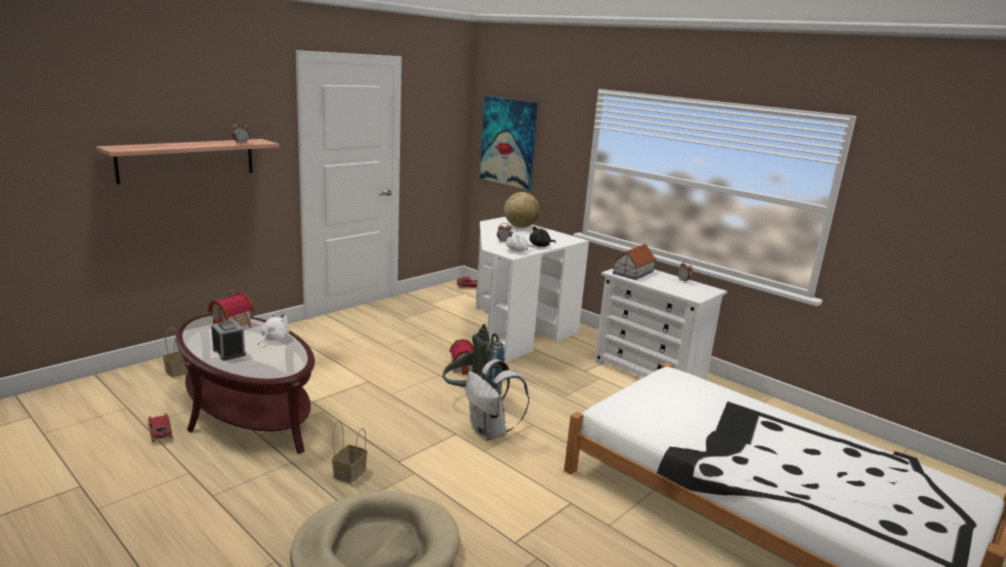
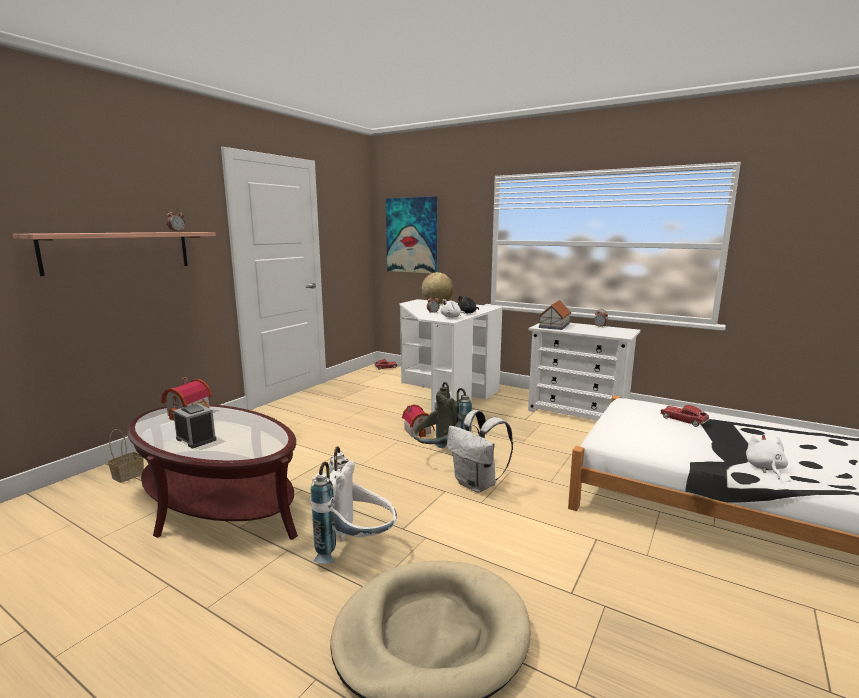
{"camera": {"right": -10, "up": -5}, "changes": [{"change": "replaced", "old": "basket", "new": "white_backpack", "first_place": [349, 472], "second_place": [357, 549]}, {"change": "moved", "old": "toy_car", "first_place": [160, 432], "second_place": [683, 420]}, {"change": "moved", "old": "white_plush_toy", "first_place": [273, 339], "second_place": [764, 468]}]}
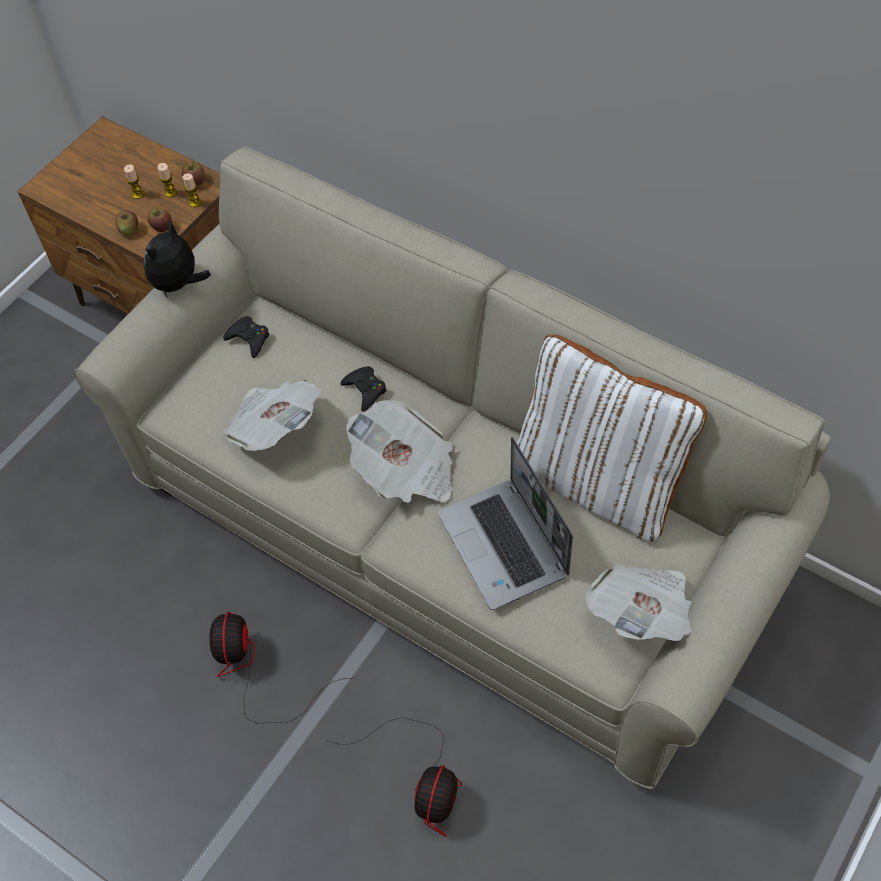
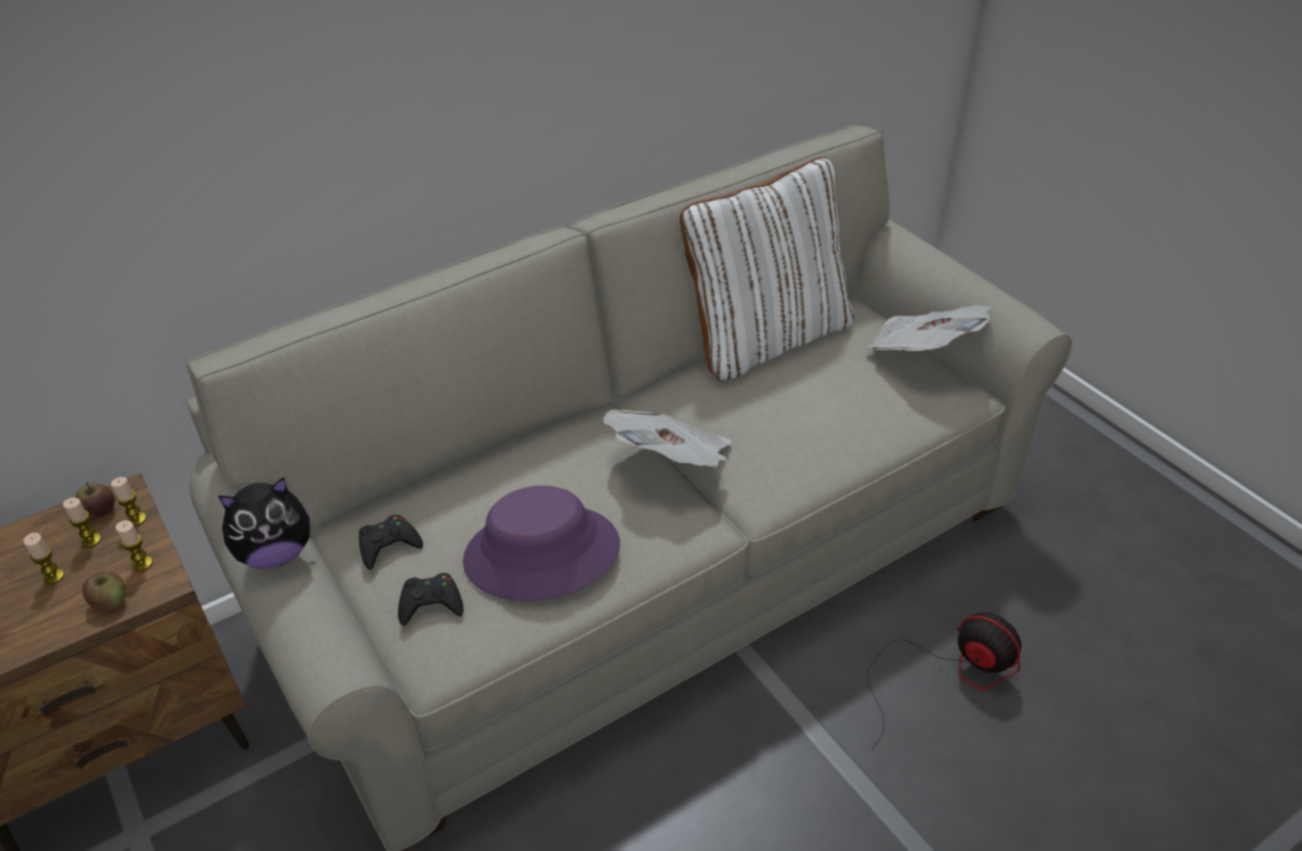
{"camera": {"right": -70, "up": -15}, "changes": [{"change": "replaced", "old": "apple", "new": "candle", "first_place": [162, 227], "second_place": [142, 564]}, {"change": "turned", "old": "plush_toy", "first_place": [179, 284], "second_place": [276, 553], "degrees": -75}, {"change": "moved", "old": "black_game_controller", "first_place": [365, 390], "second_place": [431, 603]}, {"change": "replaced", "old": "newspaper", "new": "purple_hat", "first_place": [274, 427], "second_place": [542, 554]}, {"change": "removed", "old": "fan", "first_place": [254, 670]}, {"change": "removed", "old": "laptop", "first_place": [505, 546]}]}
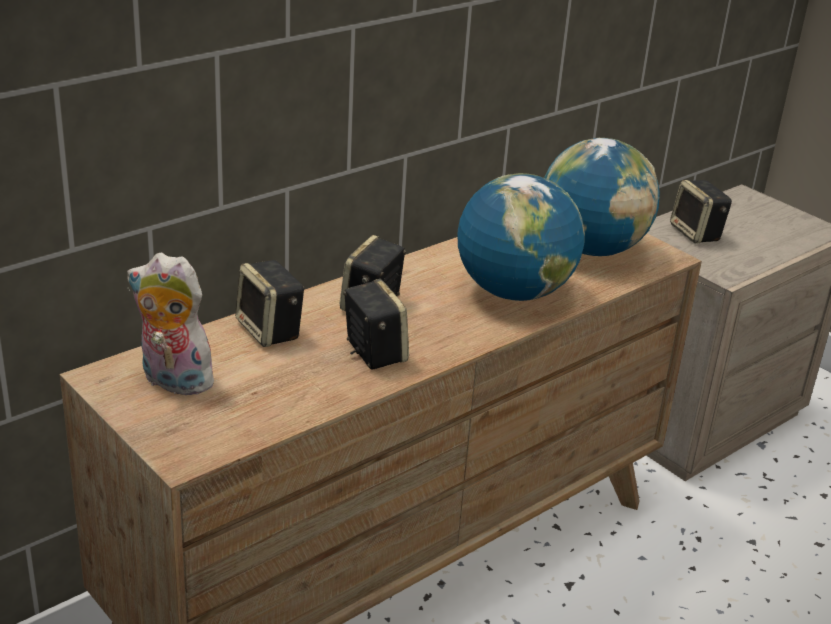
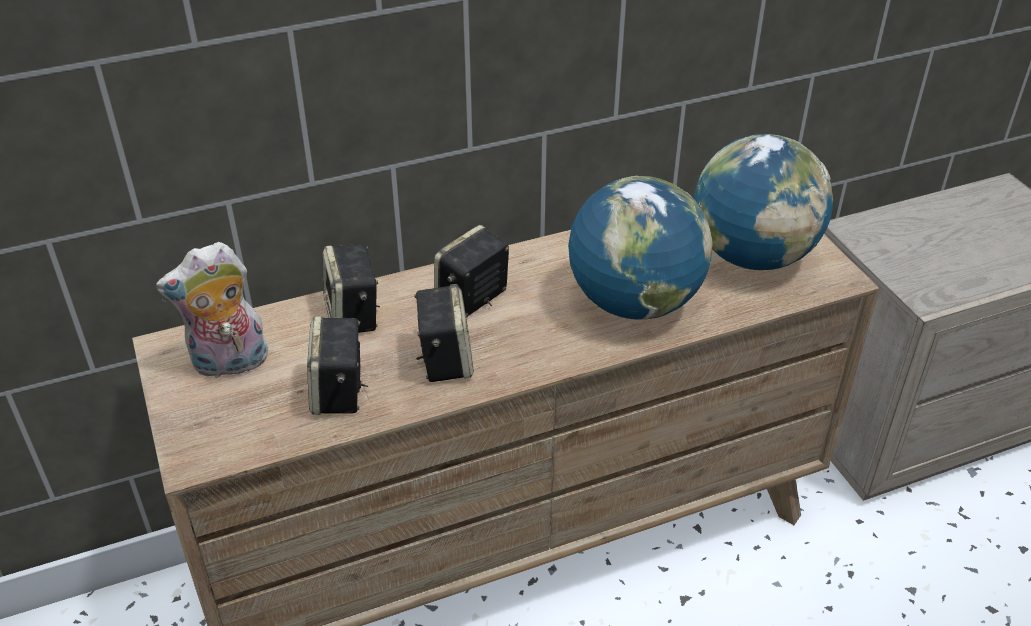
{"camera": {"right": 20, "up": 10}, "changes": [{"change": "turned", "old": "plush_toy", "first_place": [172, 382], "second_place": [229, 364], "degrees": -60}, {"change": "moved", "old": "speaker", "first_place": [697, 233], "second_place": [339, 393]}]}
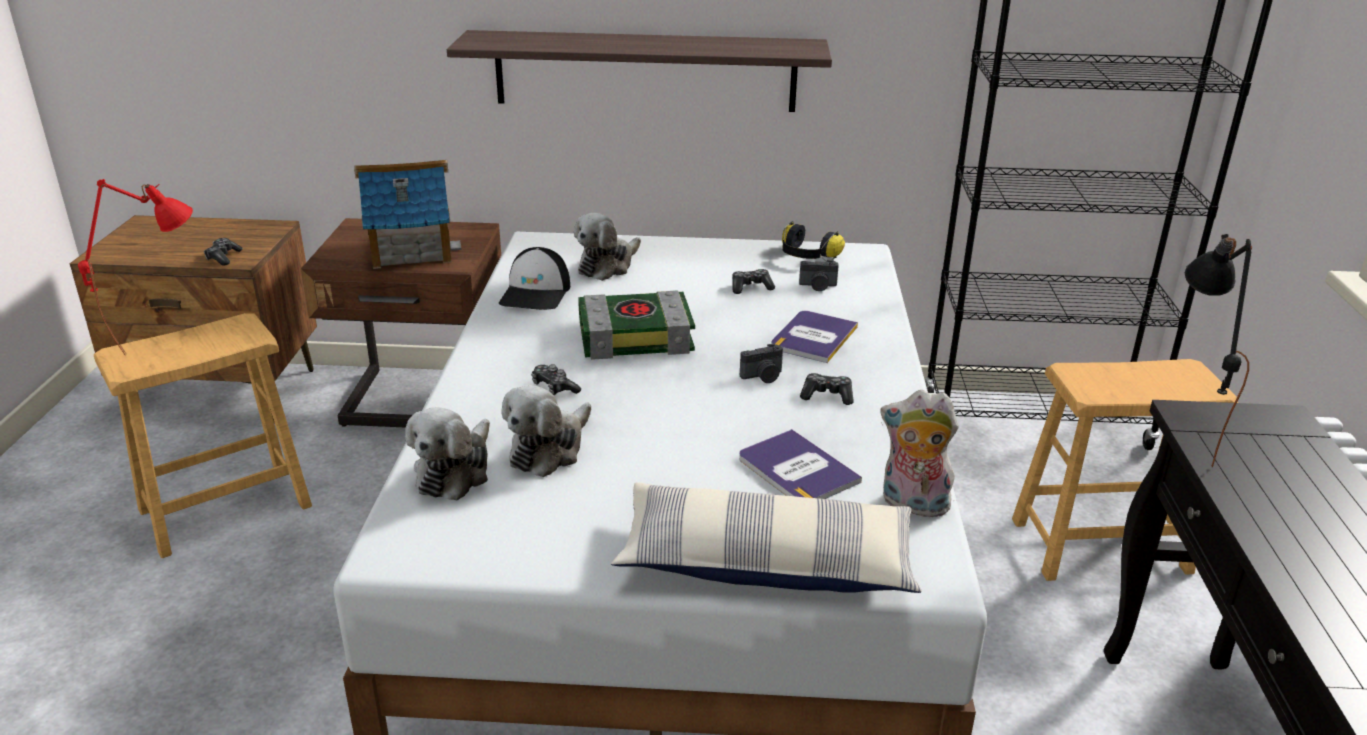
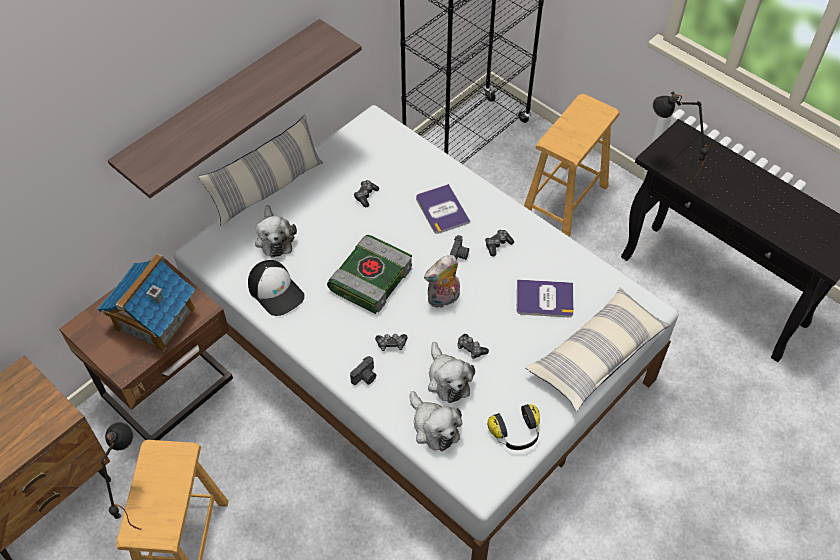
{"camera": {"right": -50, "up": 25}, "changes": [{"change": "recoloured", "old": "red_table_lamp", "new": "black_table_lamp", "first_place": [161, 338], "second_place": [135, 502]}, {"change": "added", "new": "pillow", "second_place": [267, 189]}, {"change": "moved", "old": "photo_camera", "first_place": [818, 286], "second_place": [365, 377]}, {"change": "moved", "old": "plush_toy", "first_place": [912, 505], "second_place": [443, 300]}, {"change": "moved", "old": "game_controller", "first_place": [223, 257], "second_place": [471, 349]}, {"change": "moved", "old": "headphones", "first_place": [806, 256], "second_place": [516, 434]}]}
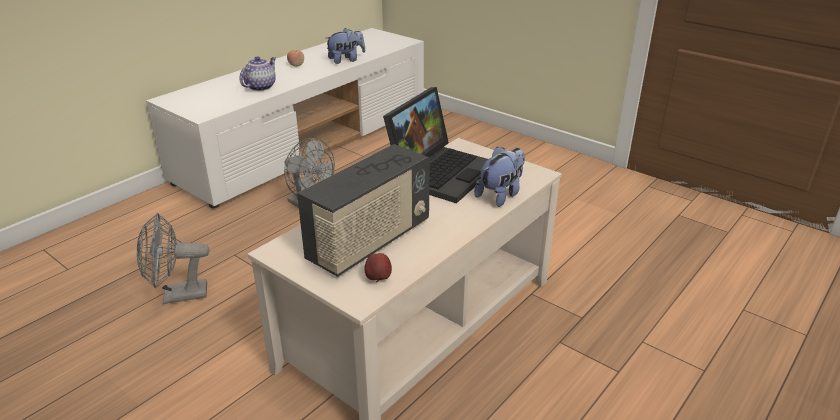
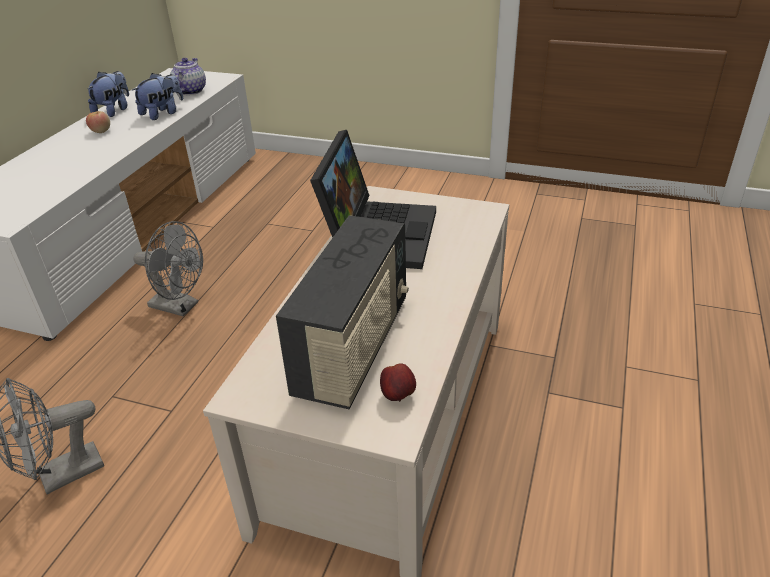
{"camera": {"right": -20, "up": 5}, "changes": [{"change": "moved", "old": "plush_toy", "first_place": [500, 195], "second_place": [114, 110]}, {"change": "moved", "old": "teapot", "first_place": [260, 86], "second_place": [190, 91]}]}
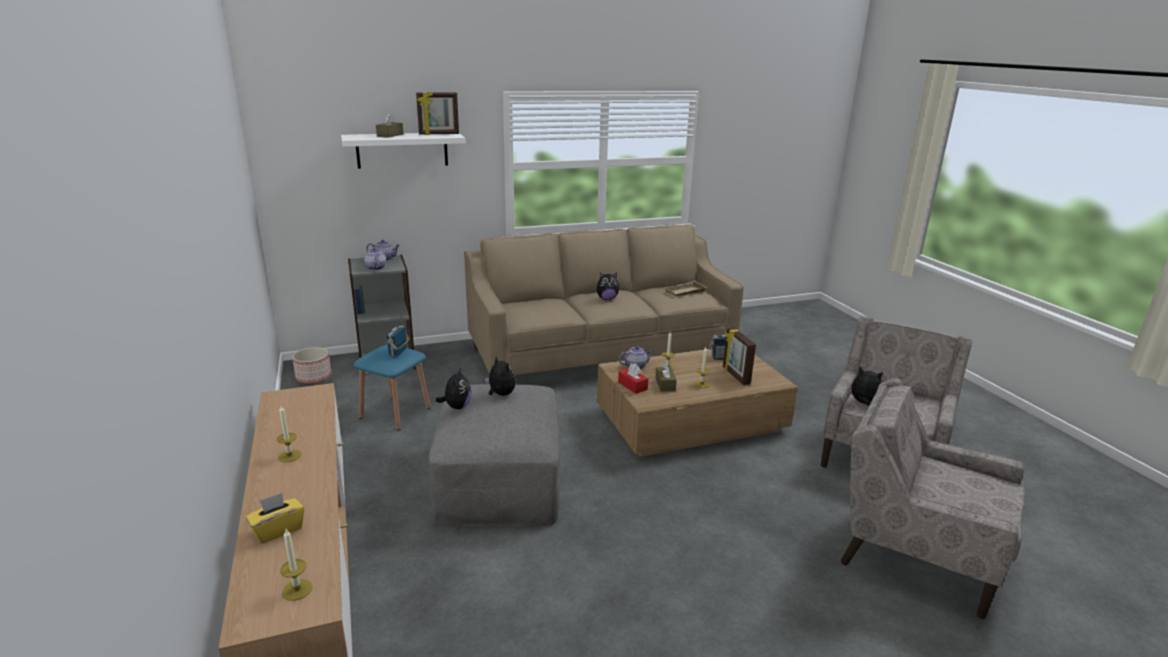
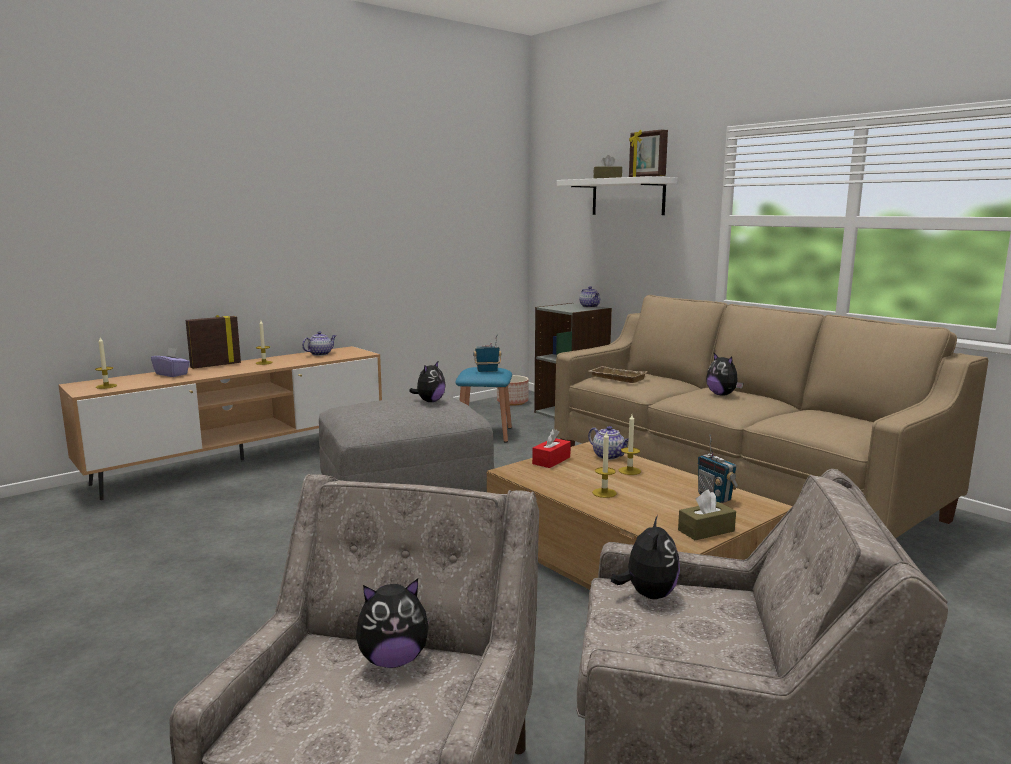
{"camera": {"right": 70, "up": -10}, "changes": [{"change": "recoloured", "old": "yellow_tissue_box", "new": "purple_tissue_box", "first_place": [278, 530], "second_place": [172, 374]}, {"change": "moved", "old": "picture_frame", "first_place": [735, 375], "second_place": [215, 365]}, {"change": "moved", "old": "teapot", "first_place": [375, 268], "second_place": [320, 354]}, {"change": "moved", "old": "plush_toy", "first_place": [456, 407], "second_place": [393, 660]}, {"change": "moved", "old": "beige_tray", "first_place": [685, 292], "second_place": [616, 378]}, {"change": "moved", "old": "brown_tissue_box", "first_place": [665, 384], "second_place": [706, 530]}]}
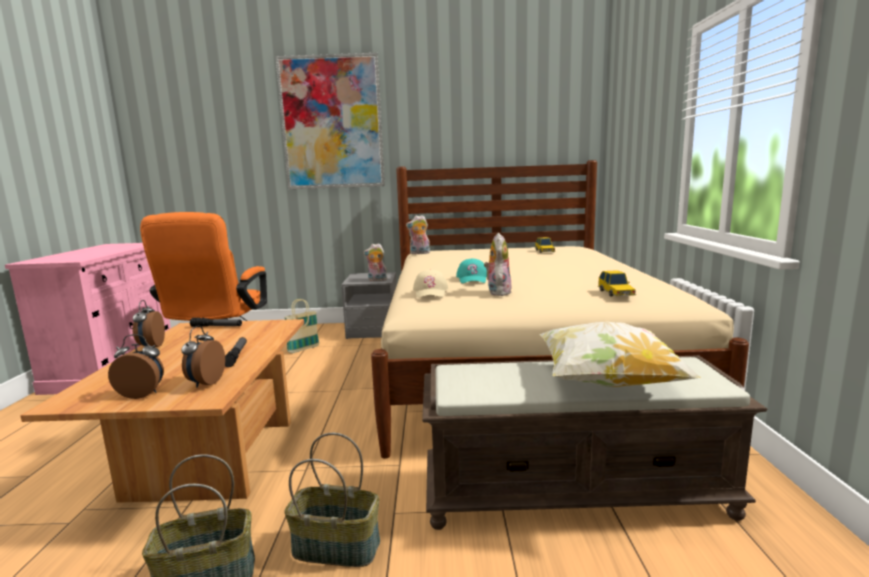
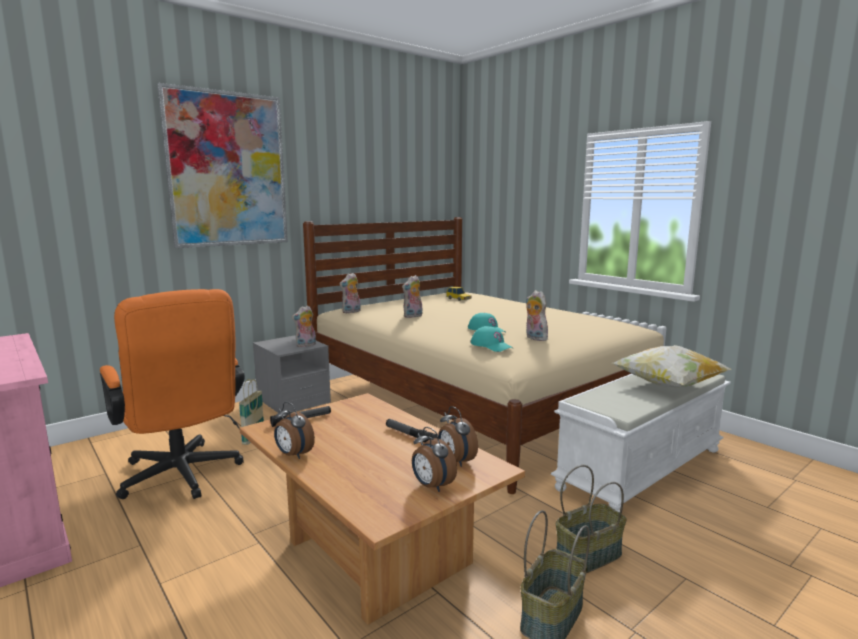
{"camera": {"right": -40, "up": 0}, "changes": [{"change": "added", "new": "plush_toy", "second_place": [413, 316]}, {"change": "turned", "old": "alarm_clock", "first_place": [143, 394], "second_place": [431, 486], "degrees": -90}, {"change": "recoloured", "old": "beige_cap", "new": "turquoise_cap", "first_place": [430, 292], "second_place": [491, 346]}, {"change": "recoloured", "old": "brown_bench", "new": "white_bench", "first_place": [575, 492], "second_place": [641, 467]}, {"change": "removed", "old": "toy_car", "first_place": [616, 293]}]}
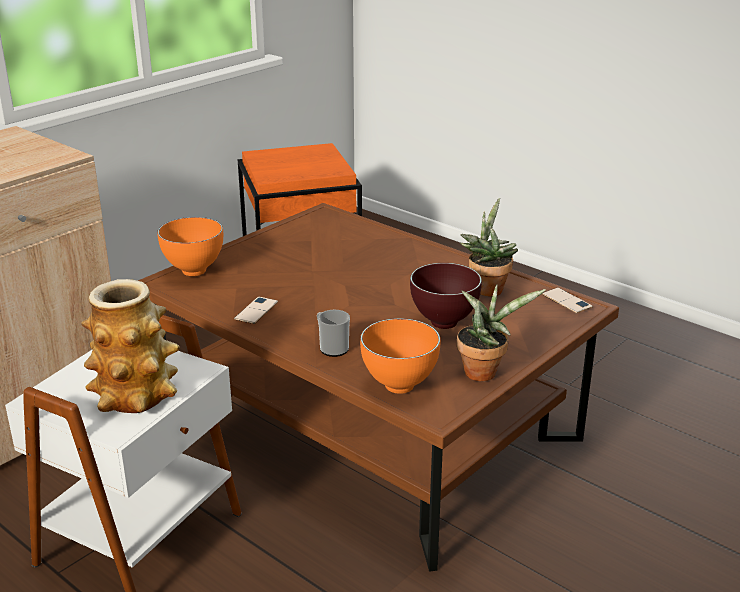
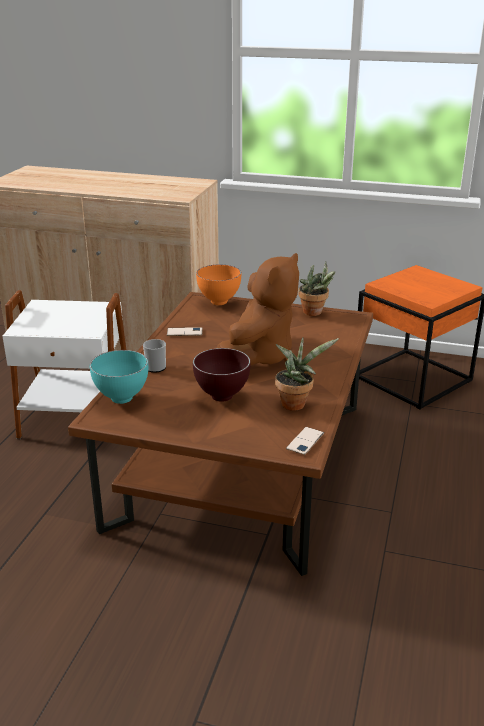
{"camera": {"right": 65, "up": 0}, "changes": [{"change": "recoloured", "old": "orange_bowl", "new": "turquoise_bowl", "first_place": [400, 388], "second_place": [121, 400]}, {"change": "added", "new": "brown_plush_toy", "second_place": [258, 356]}, {"change": "moved", "old": "potted_plant", "first_place": [484, 371], "second_place": [315, 313]}, {"change": "removed", "old": "vase", "first_place": [136, 395]}]}
